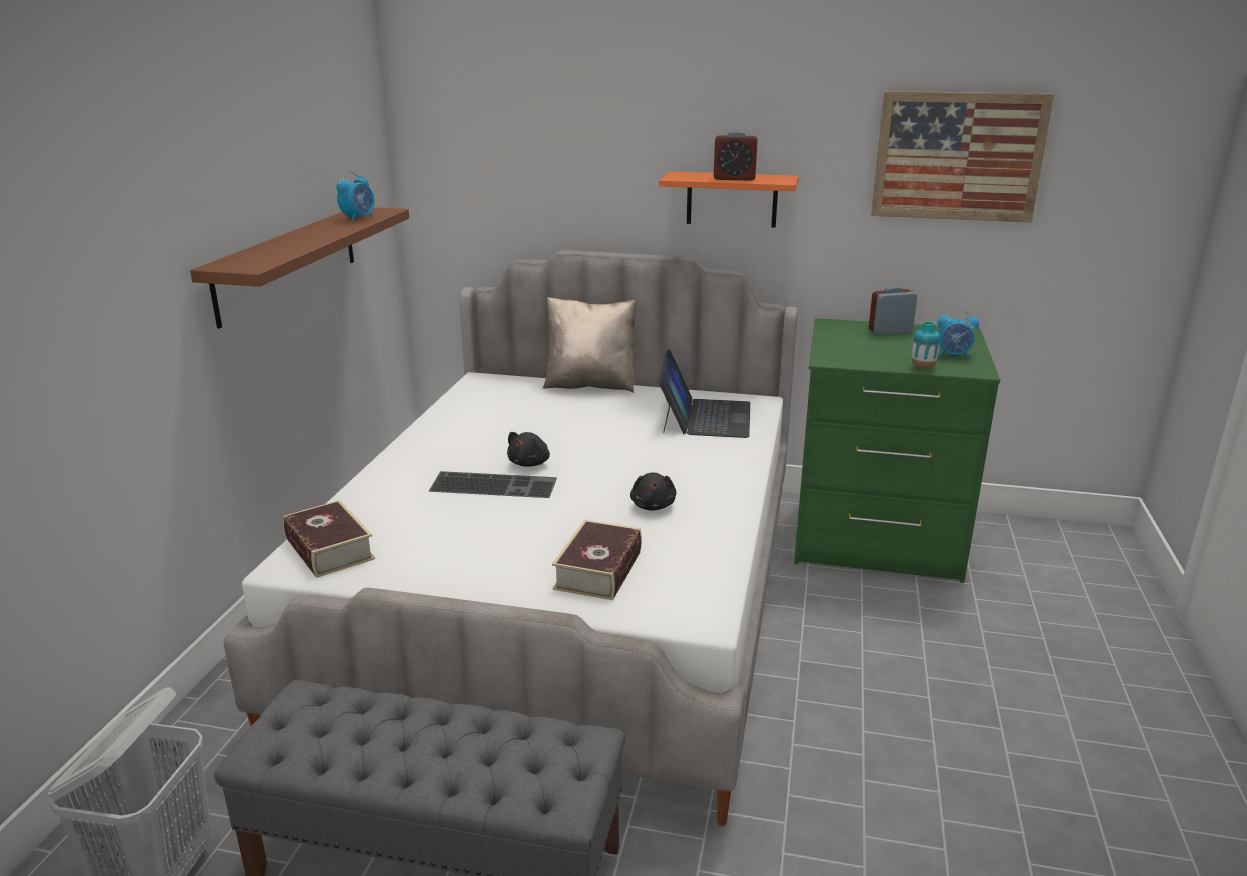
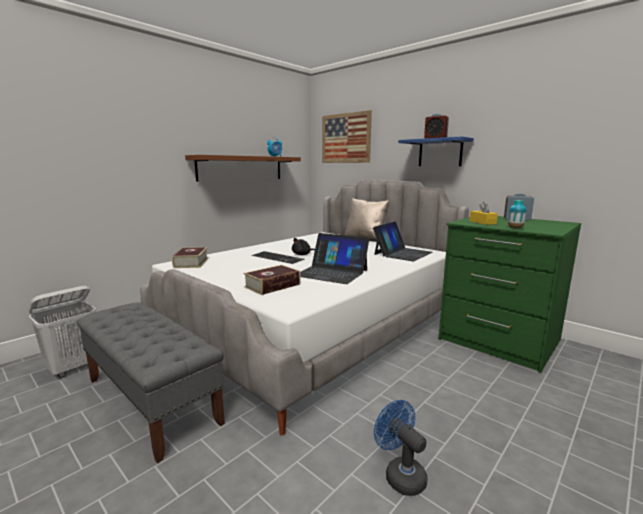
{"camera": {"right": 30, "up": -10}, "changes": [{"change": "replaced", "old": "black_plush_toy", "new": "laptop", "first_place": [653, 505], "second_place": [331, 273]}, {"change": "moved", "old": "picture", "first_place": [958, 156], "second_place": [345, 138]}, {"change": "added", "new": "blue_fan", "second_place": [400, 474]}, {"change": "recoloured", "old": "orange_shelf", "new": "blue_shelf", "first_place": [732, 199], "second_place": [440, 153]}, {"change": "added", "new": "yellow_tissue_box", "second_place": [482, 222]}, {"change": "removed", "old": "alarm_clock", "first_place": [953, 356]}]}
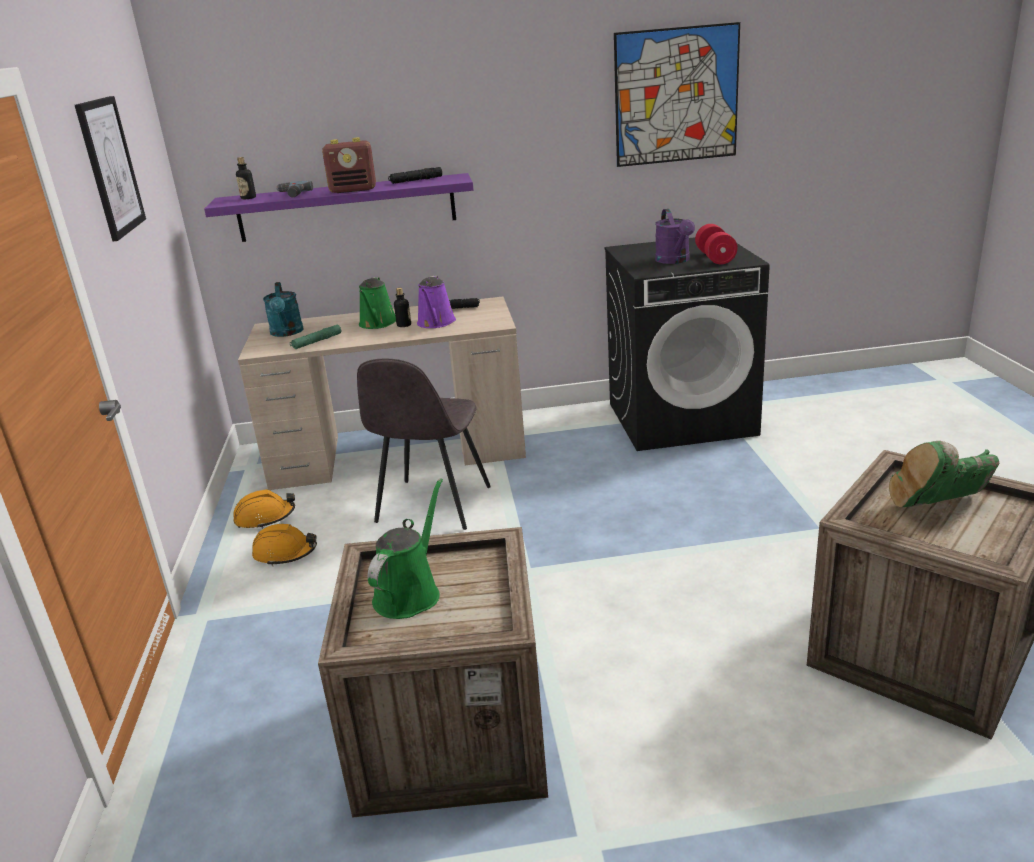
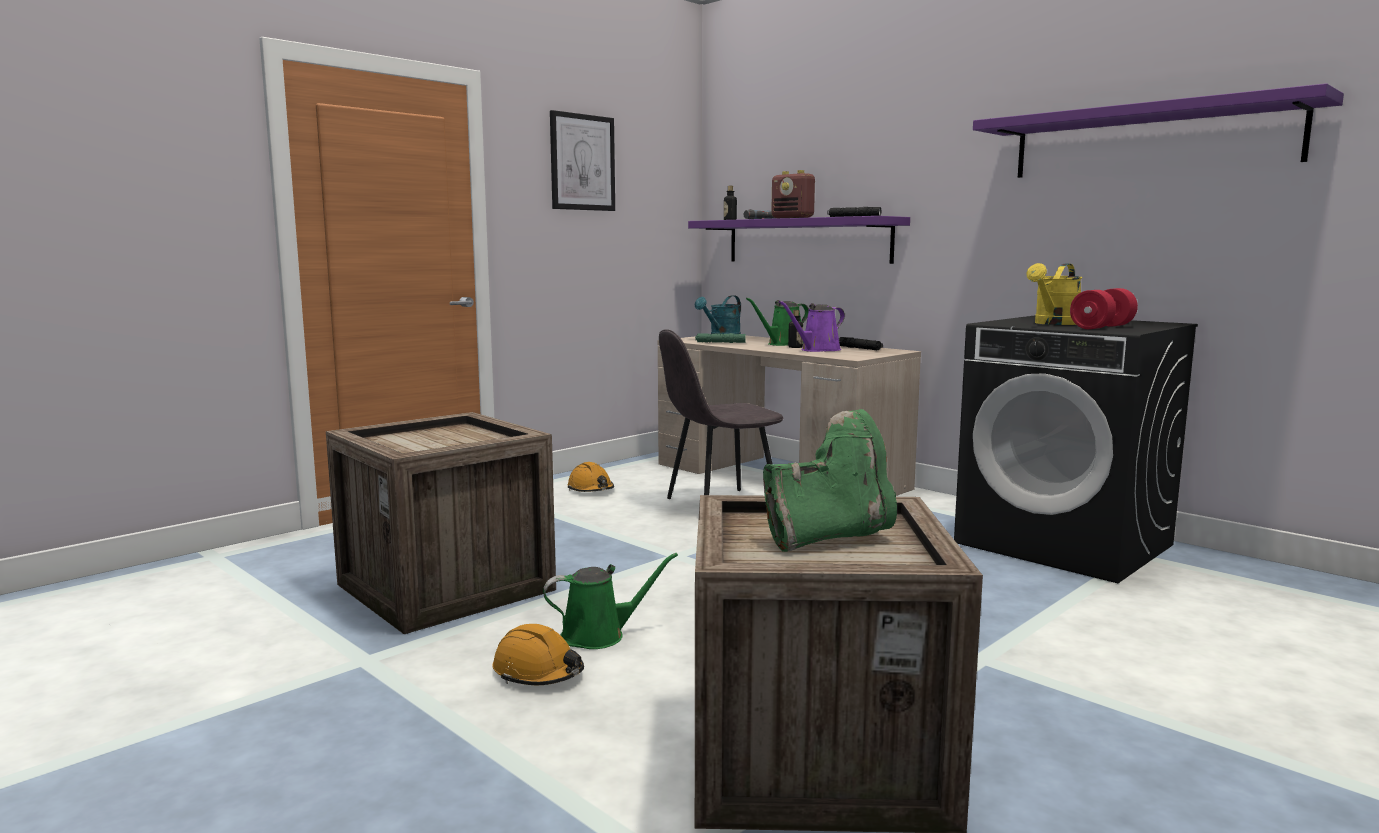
{"camera": {"right": 50, "up": -15}, "changes": [{"change": "moved", "old": "orange_hard_hat", "first_place": [265, 518], "second_place": [538, 673]}, {"change": "moved", "old": "green_watering_can", "first_place": [410, 593], "second_place": [599, 635]}, {"change": "turned", "old": "green_boot", "first_place": [937, 509], "second_place": [830, 537], "degrees": 120}, {"change": "replaced", "old": "picture", "new": "purple_shelf", "first_place": [676, 96], "second_place": [1150, 141]}, {"change": "recoloured", "old": "purple_watering_can", "new": "yellow_watering_can", "first_place": [675, 261], "second_place": [1053, 323]}]}
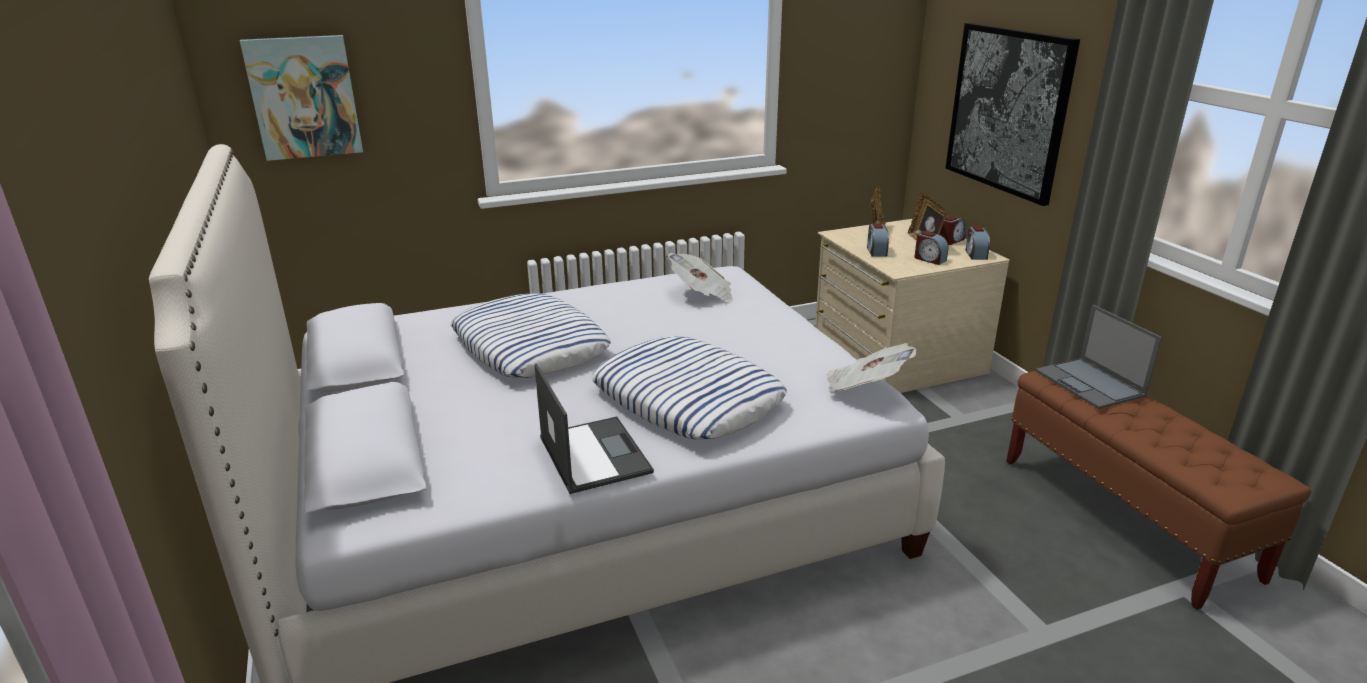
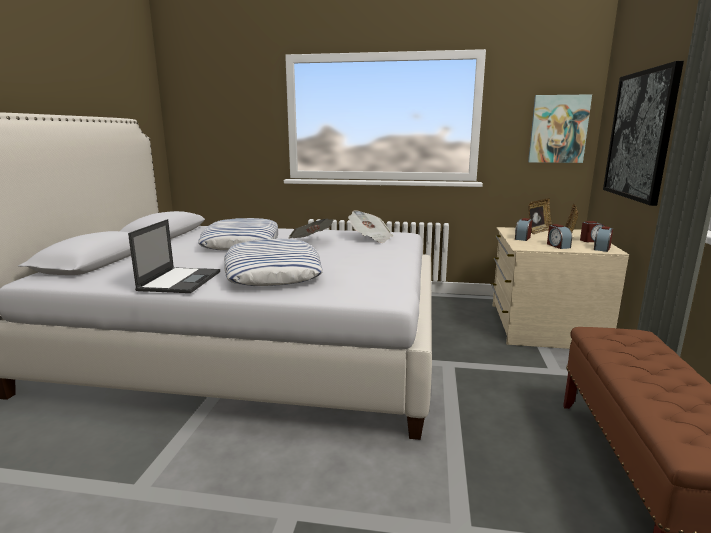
{"camera": {"right": 30, "up": -10}, "changes": [{"change": "moved", "old": "newspaper", "first_place": [865, 388], "second_place": [311, 241]}, {"change": "moved", "old": "picture", "first_place": [304, 97], "second_place": [558, 129]}, {"change": "removed", "old": "laptop", "first_place": [1090, 384]}]}
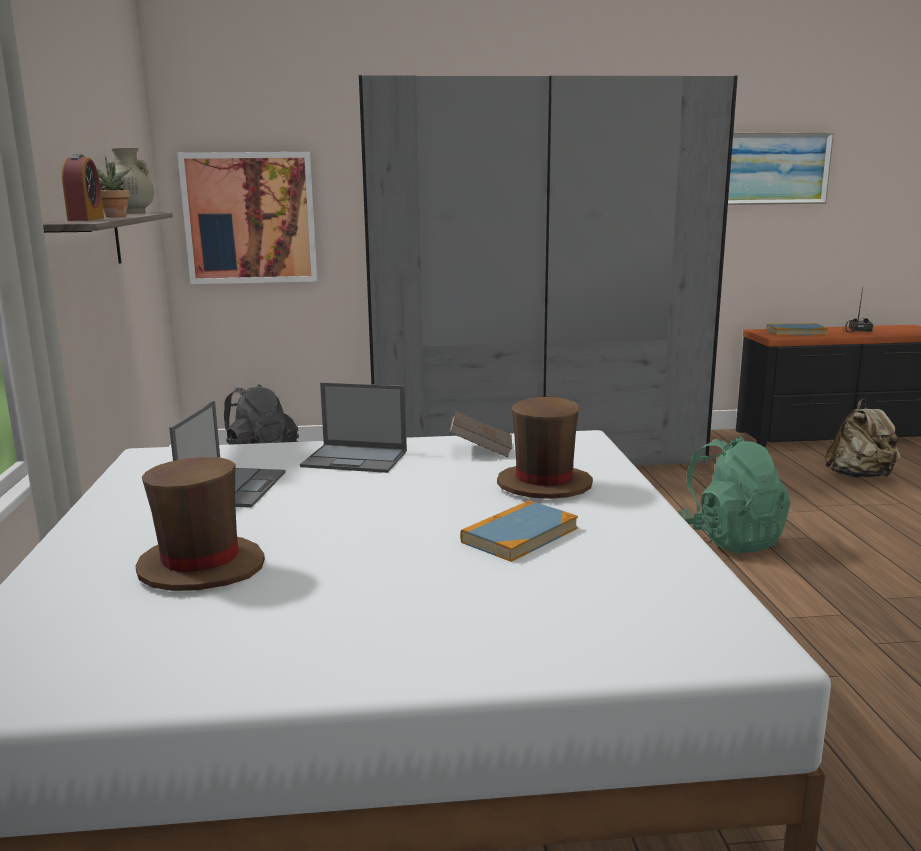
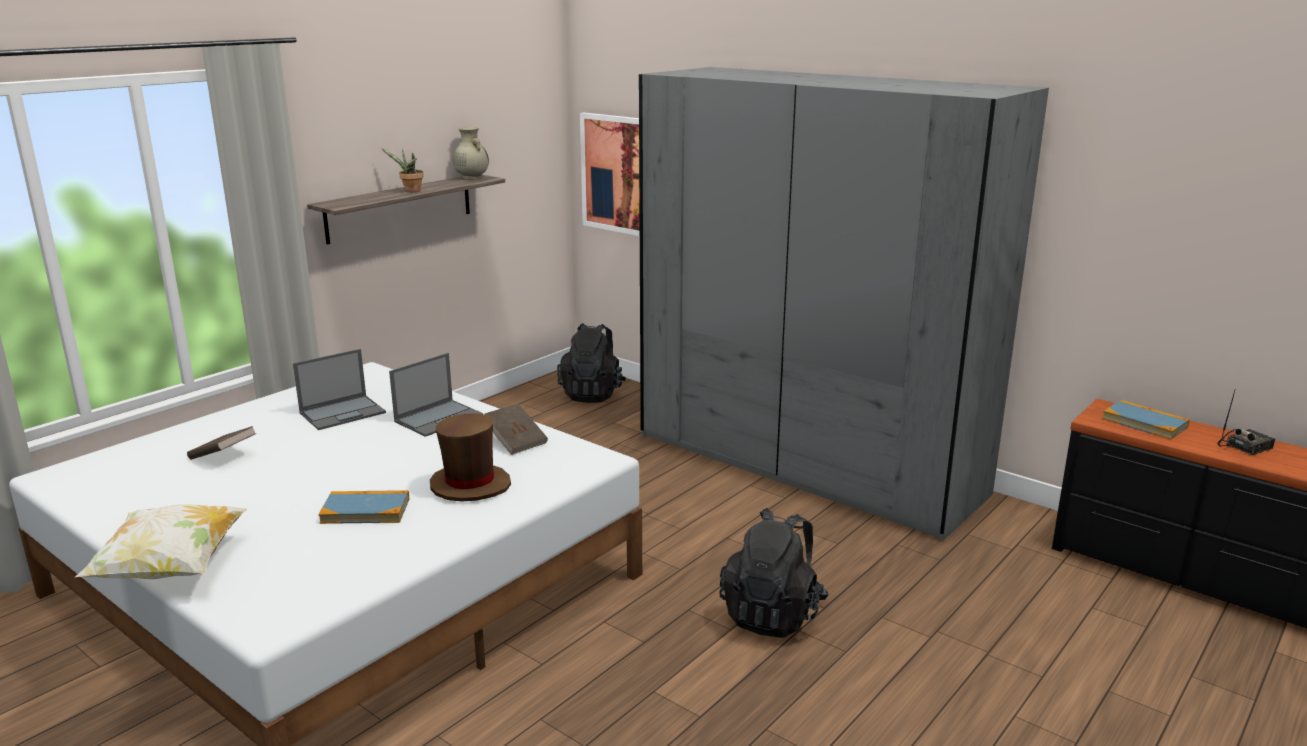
{"camera": {"right": 45, "up": 5}, "changes": [{"change": "added", "new": "pillow", "second_place": [170, 568]}, {"change": "replaced", "old": "brown_hat", "new": "brown_book", "first_place": [201, 567], "second_place": [223, 456]}, {"change": "turned", "old": "laptop", "first_place": [356, 459], "second_place": [439, 418], "degrees": -105}, {"change": "recoloured", "old": "green_backpack", "new": "black_backpack", "first_place": [729, 539], "second_place": [772, 614]}, {"change": "removed", "old": "alarm_clock", "first_place": [86, 219]}, {"change": "removed", "old": "picture", "first_place": [765, 169]}, {"change": "removed", "old": "beige_backpack", "first_place": [859, 476]}]}
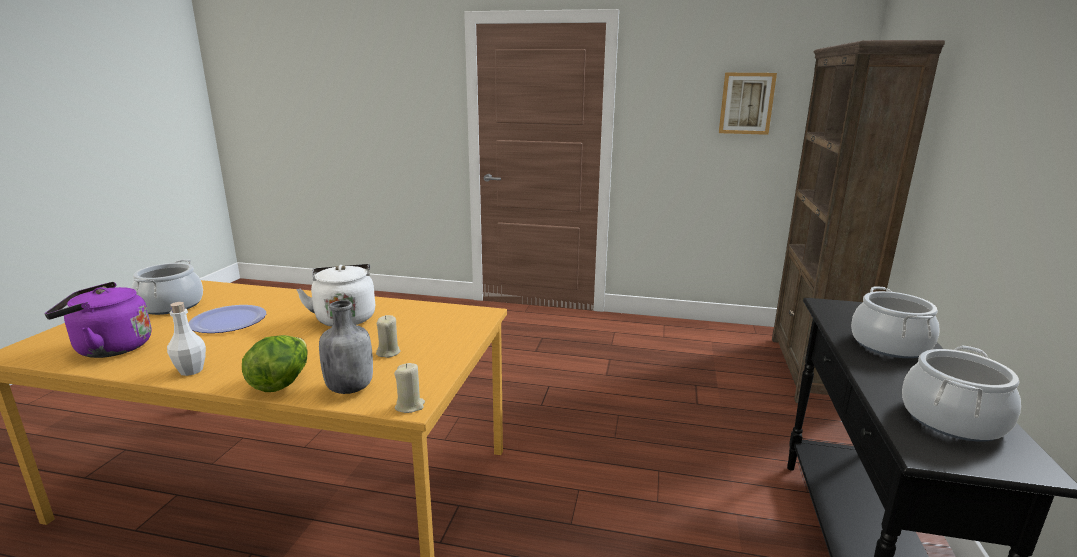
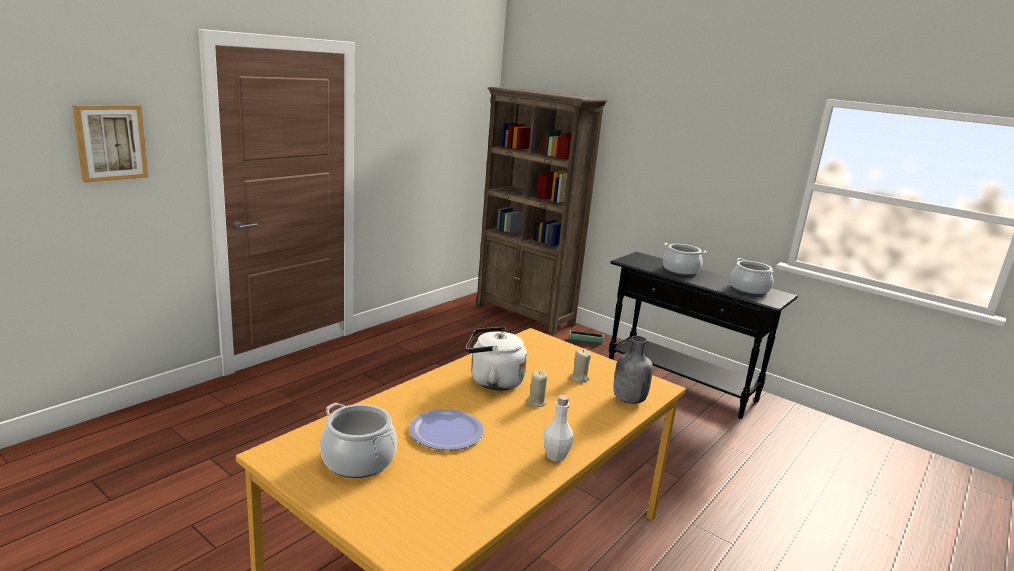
{"camera": {"right": -65, "up": 0}, "changes": [{"change": "moved", "old": "picture", "first_place": [746, 103], "second_place": [111, 142]}, {"change": "moved", "old": "beige_candle", "first_place": [410, 406], "second_place": [536, 402]}, {"change": "added", "new": "planter", "second_place": [585, 341]}, {"change": "removed", "old": "purple_kettle", "first_place": [109, 348]}, {"change": "removed", "old": "lettuce", "first_place": [281, 382]}]}
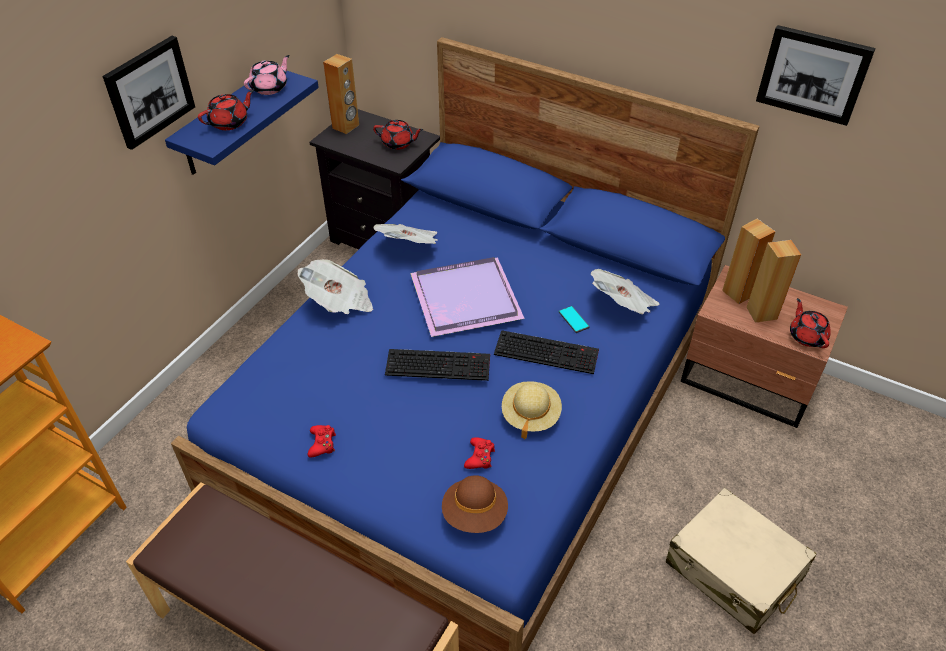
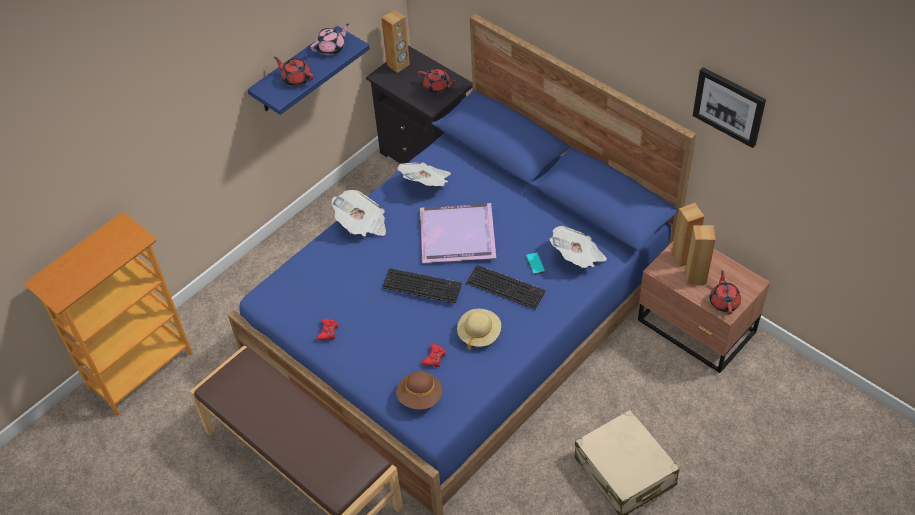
{"camera": {"right": 15, "up": 5}, "changes": [{"change": "turned", "old": "red_teapot", "first_place": [230, 122], "second_place": [296, 79], "degrees": -120}, {"change": "removed", "old": "picture", "first_place": [149, 91]}]}
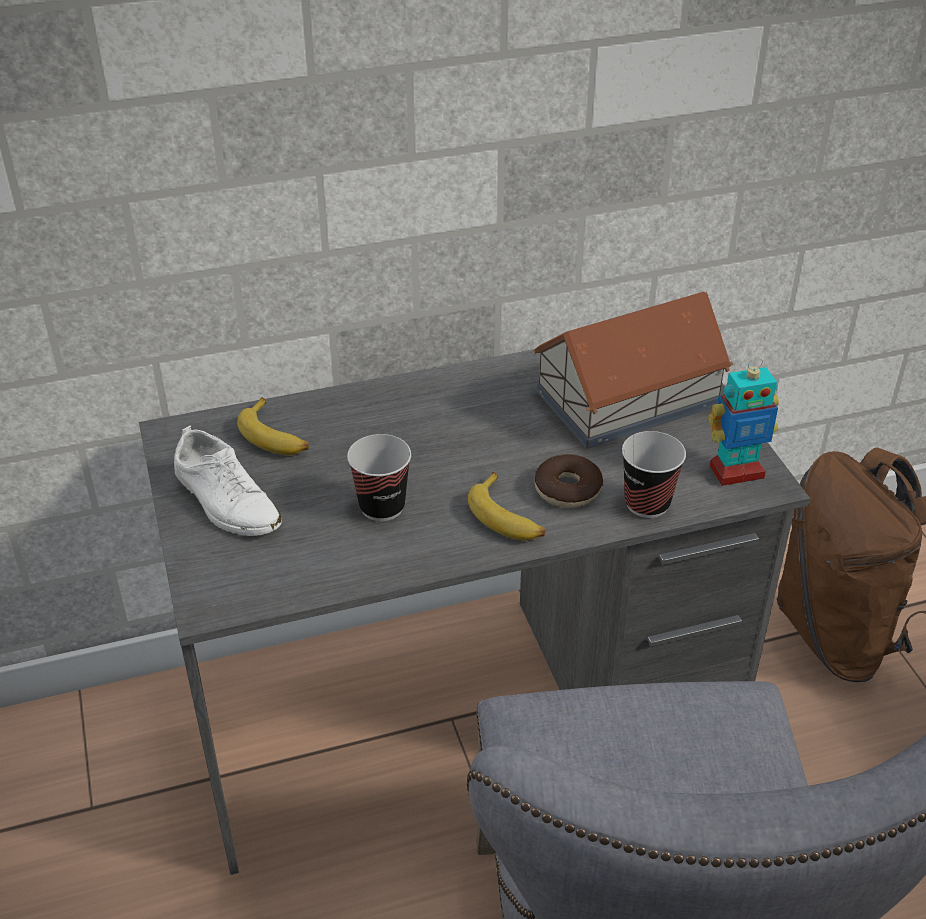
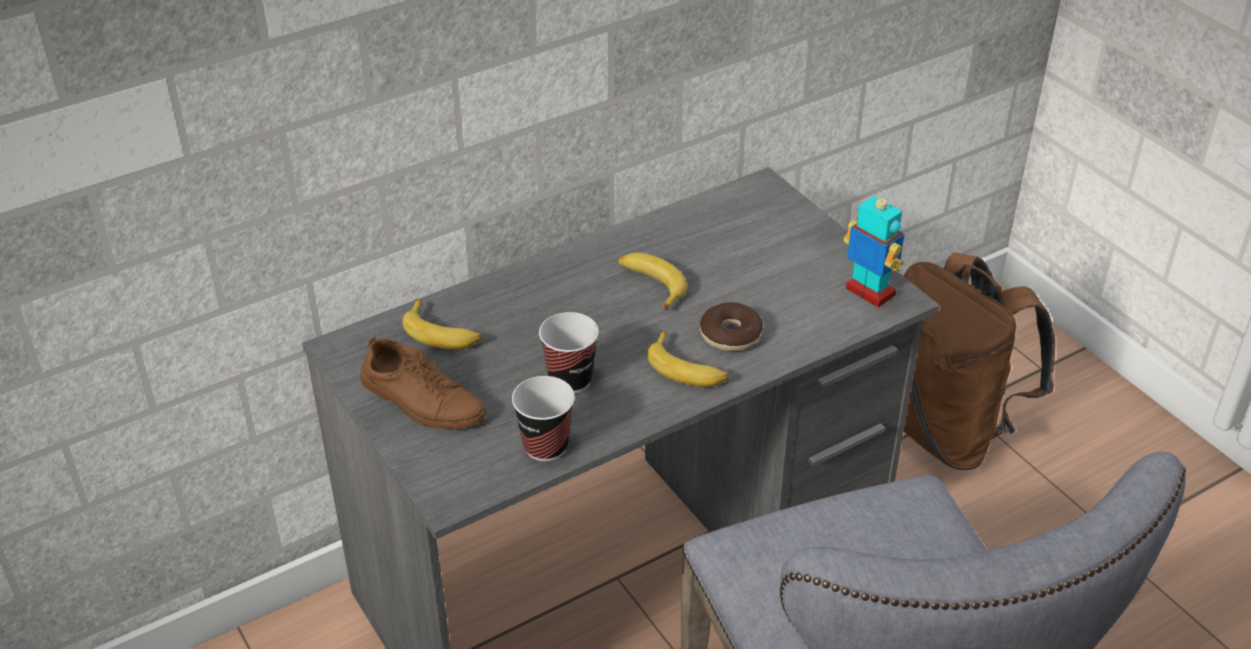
{"camera": {"right": -15, "up": 0}, "changes": [{"change": "recoloured", "old": "white_shoe", "new": "brown_shoe", "first_place": [226, 500], "second_place": [422, 400]}, {"change": "moved", "old": "cup", "first_place": [647, 503], "second_place": [545, 446]}, {"change": "added", "new": "banana", "second_place": [650, 285]}, {"change": "turned", "old": "toy_robot", "first_place": [736, 471], "second_place": [869, 293], "degrees": -105}, {"change": "removed", "old": "toy_house", "first_place": [625, 398]}]}
